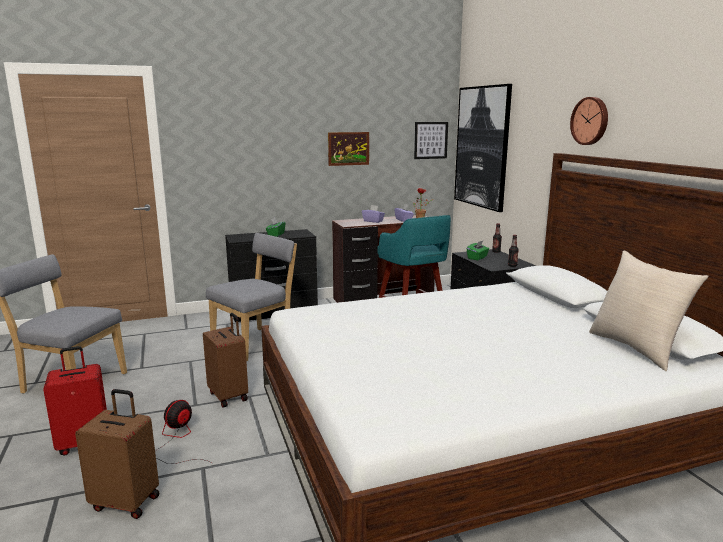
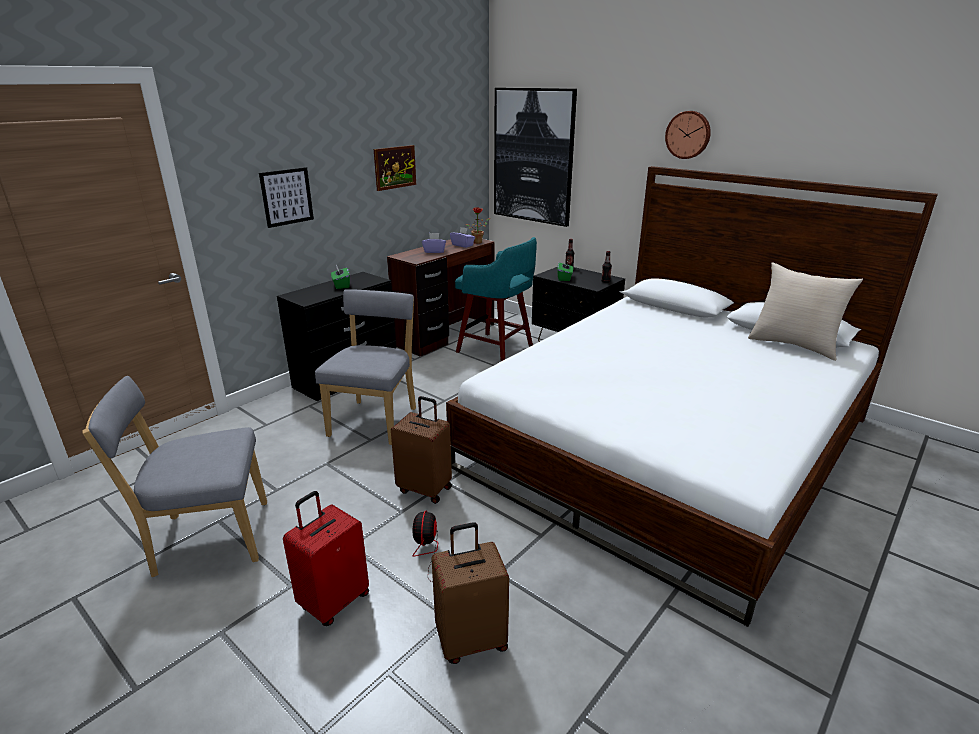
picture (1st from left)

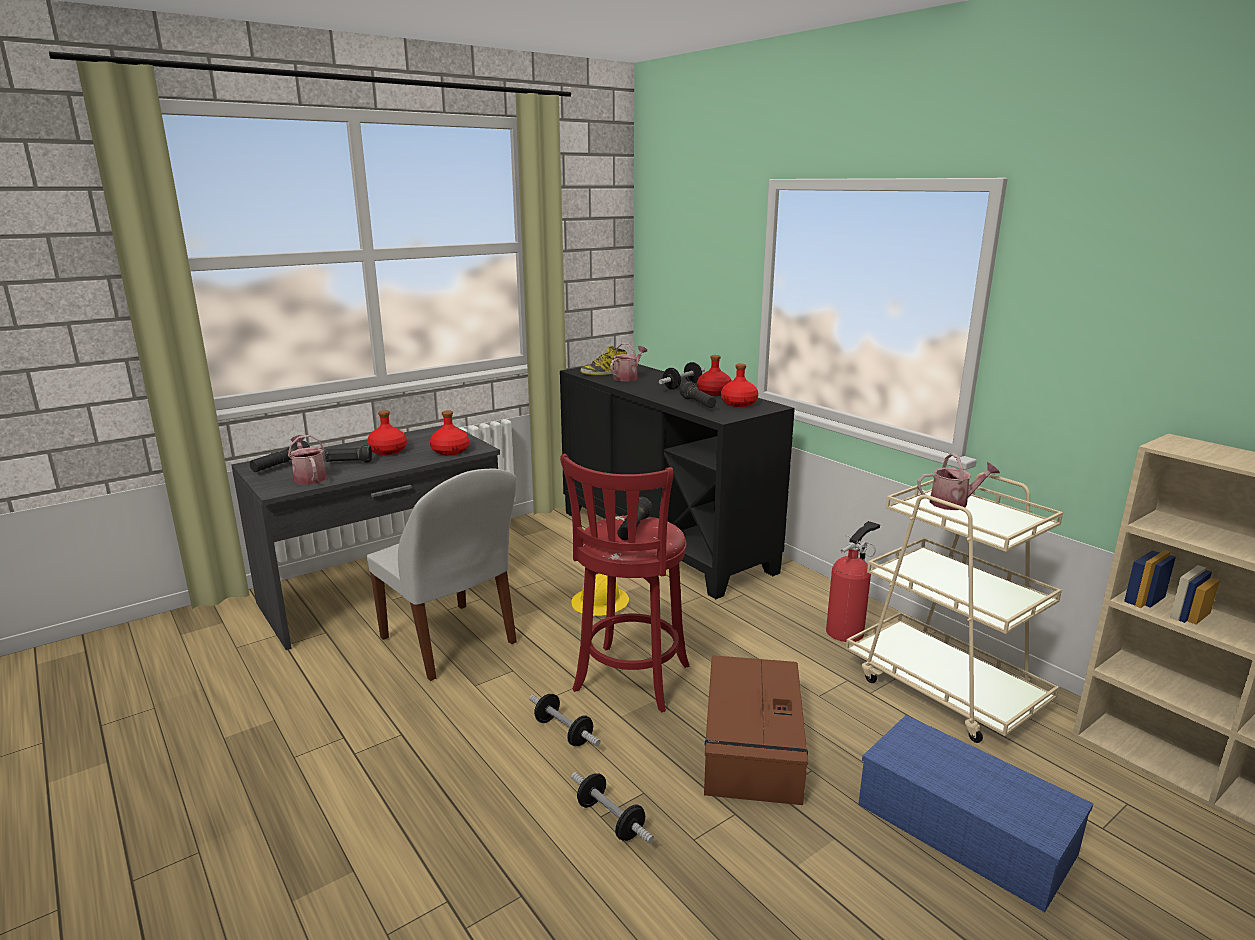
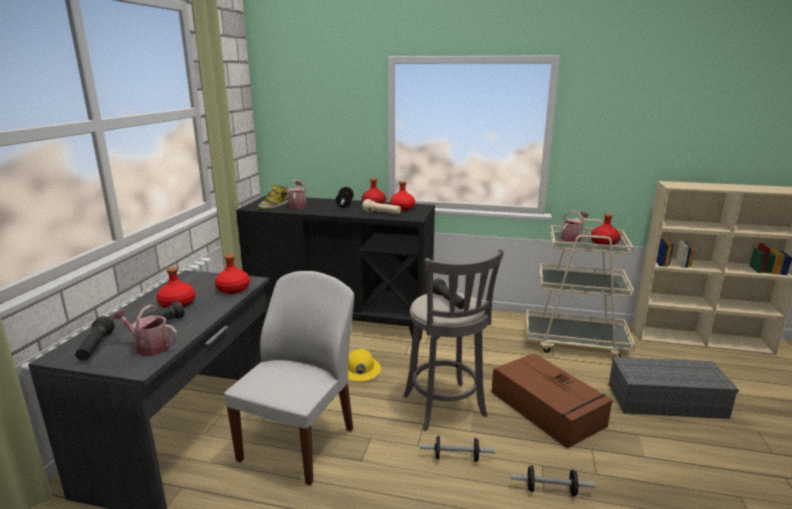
fire extinguisher
red bottle (5th from left)
grey stool
beige flashlight
grey storage box
white chair

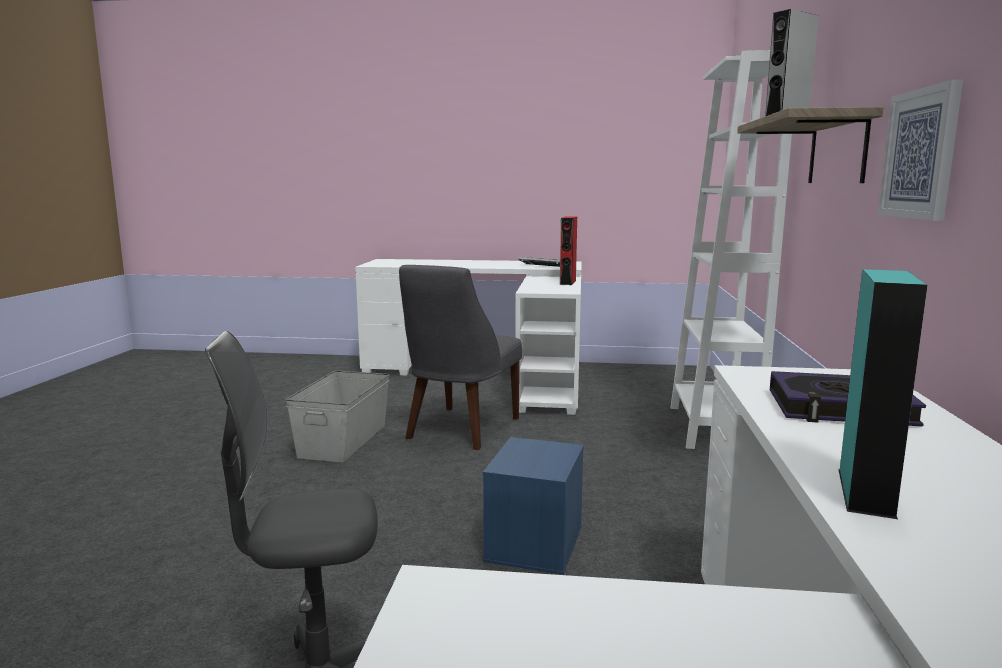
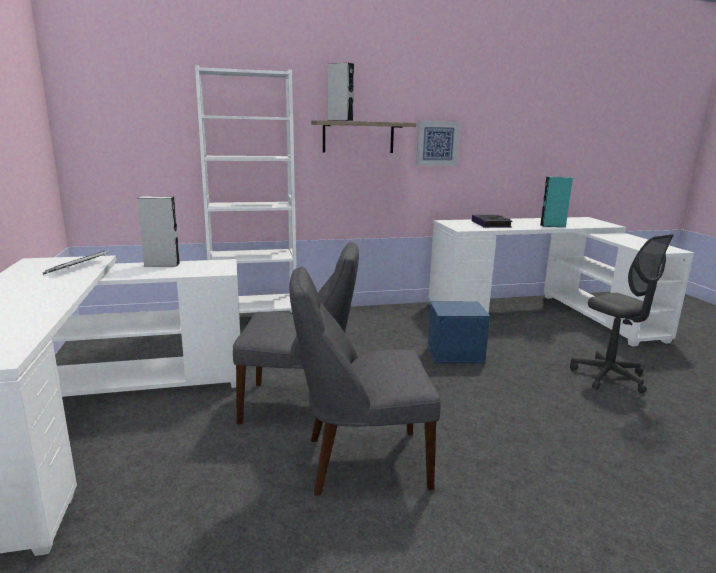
grey chair (2nd from left)
grey speaker (1st from left)

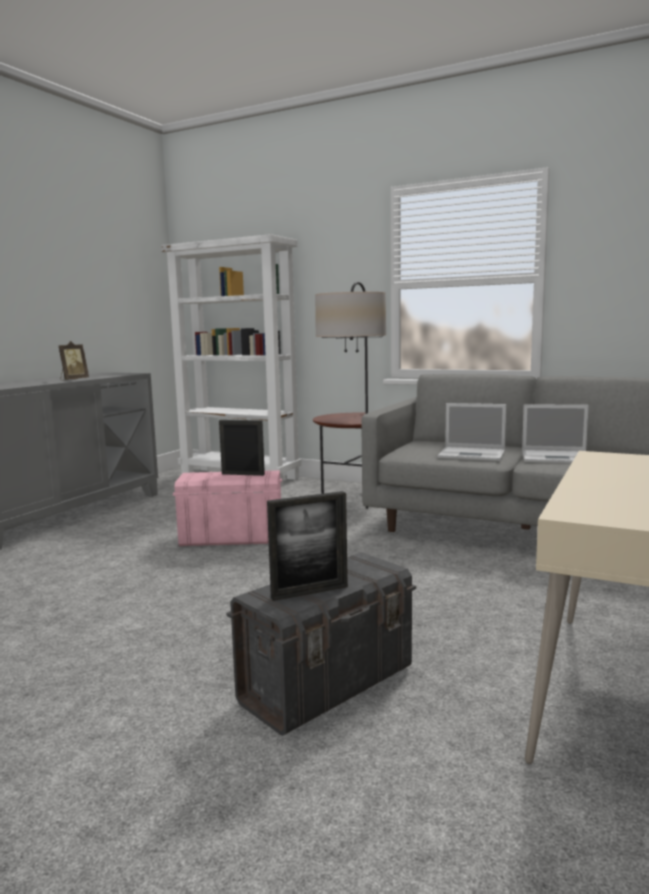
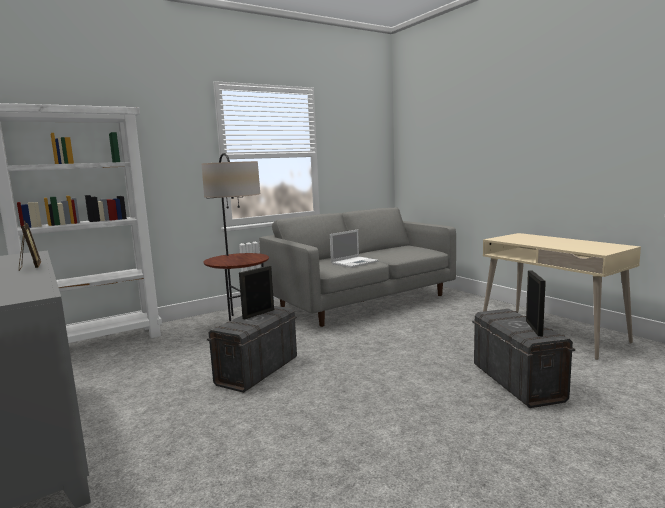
laptop (2nd from left in the first image)
grey storage box (1st from left)

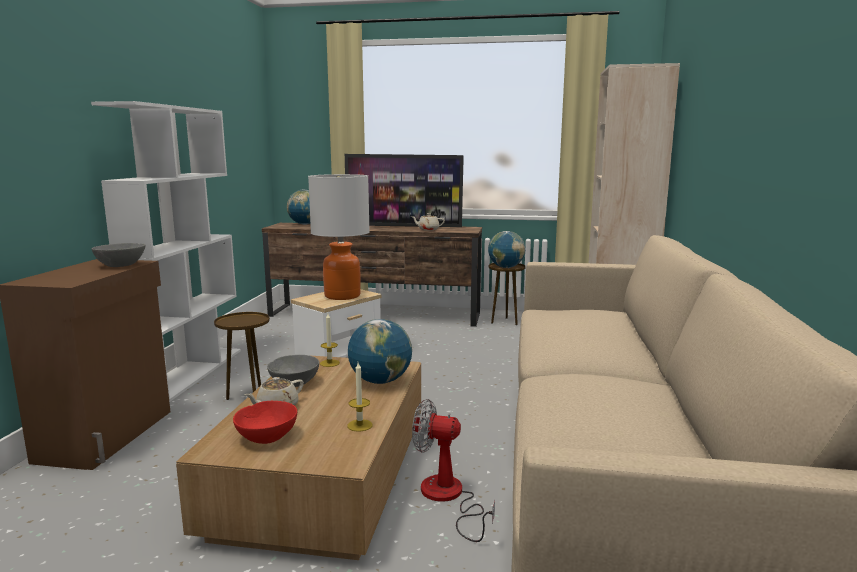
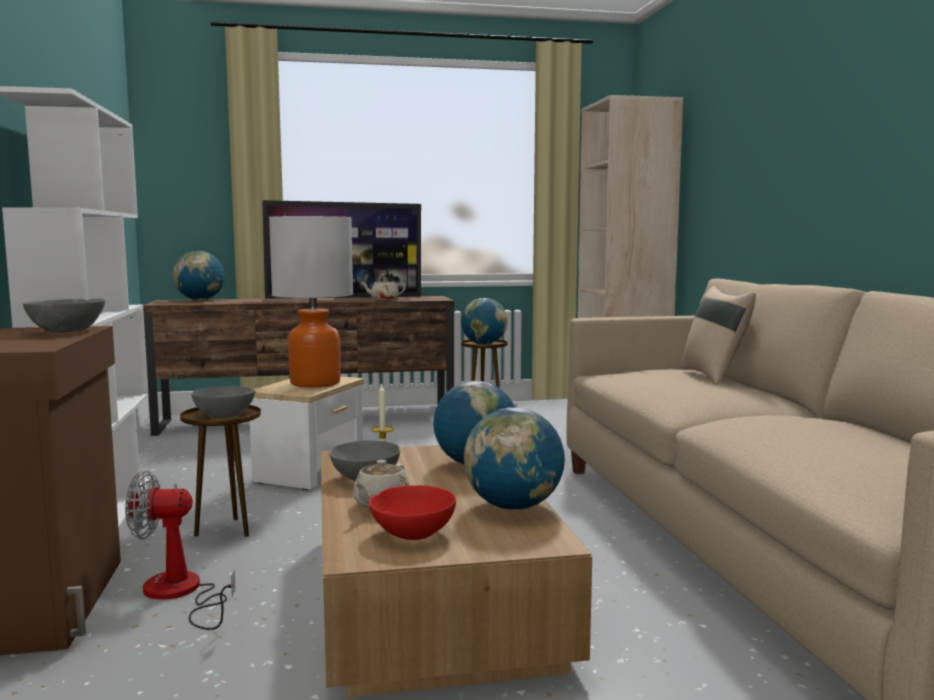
grey bowl (2nd from left)
beige pillow
fan
globe (4th from left)

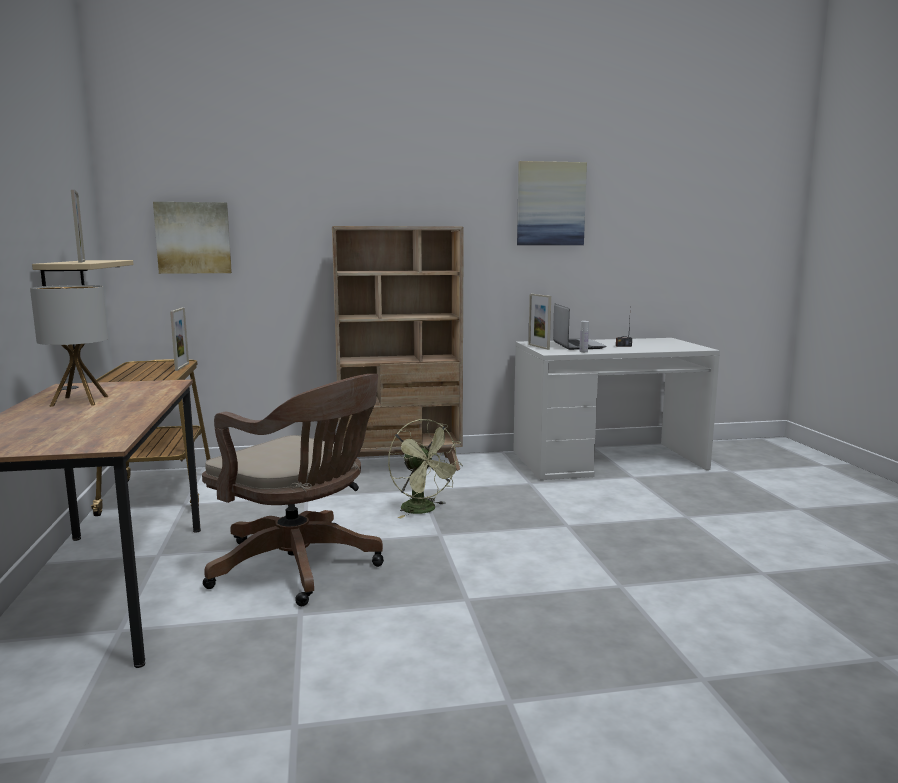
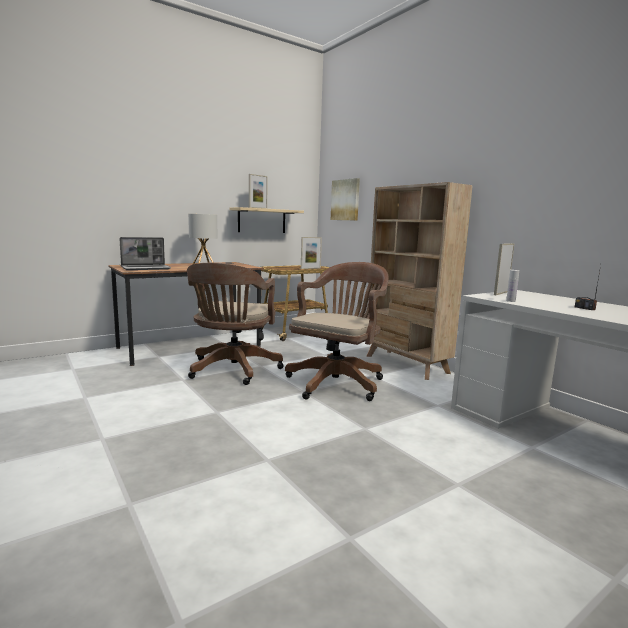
picture (2nd from left in the first image)
laptop
brown office chair (2nd from left)

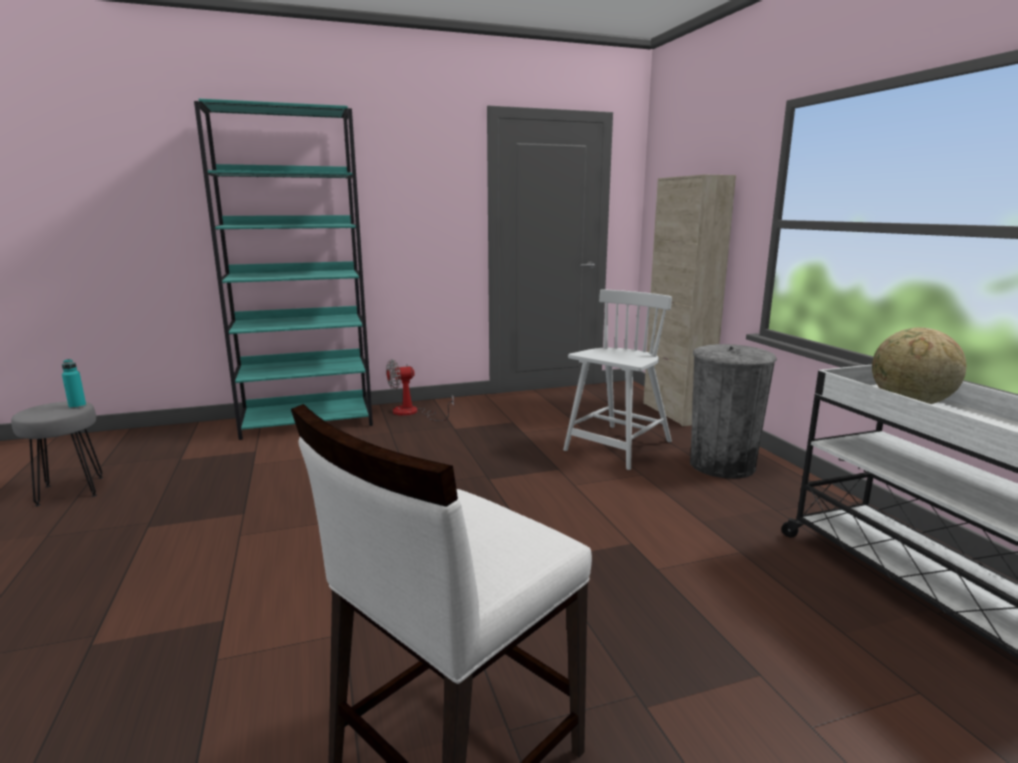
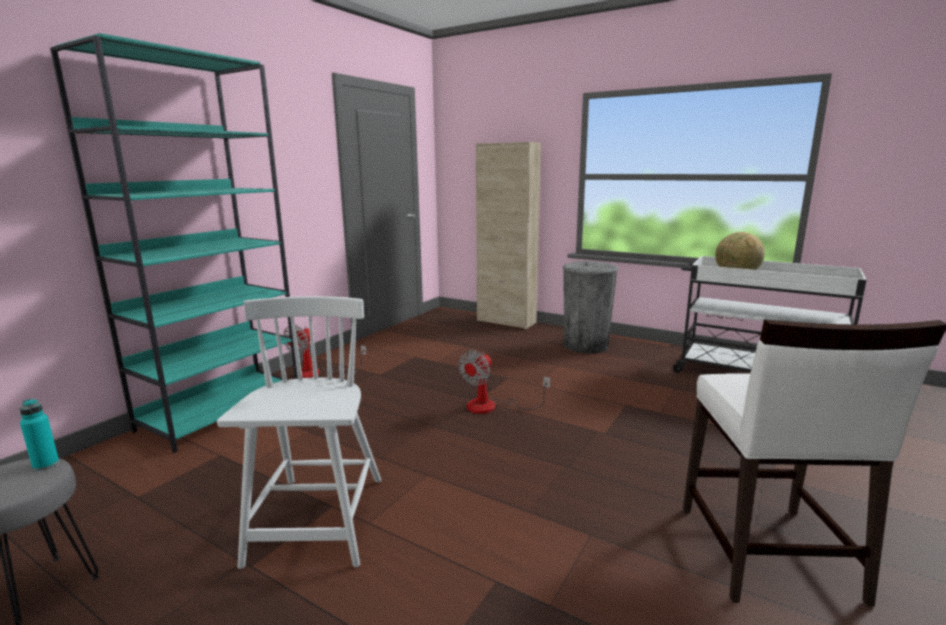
fan (2nd from left)
white chair (1st from left)

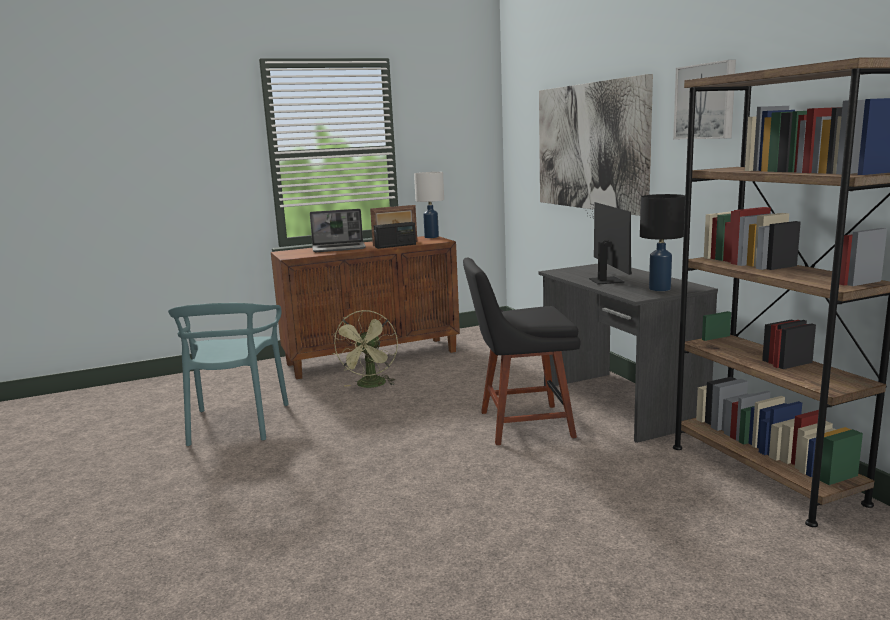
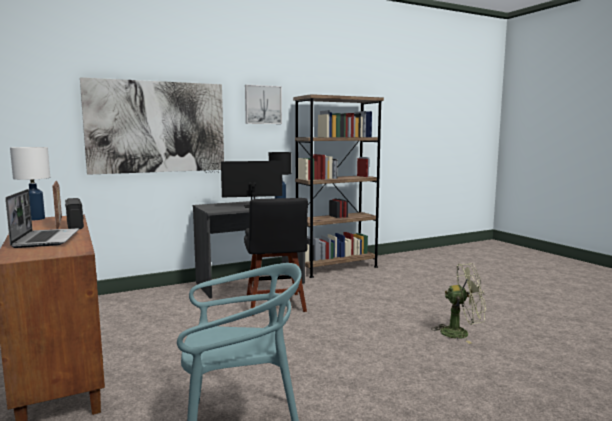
green fan

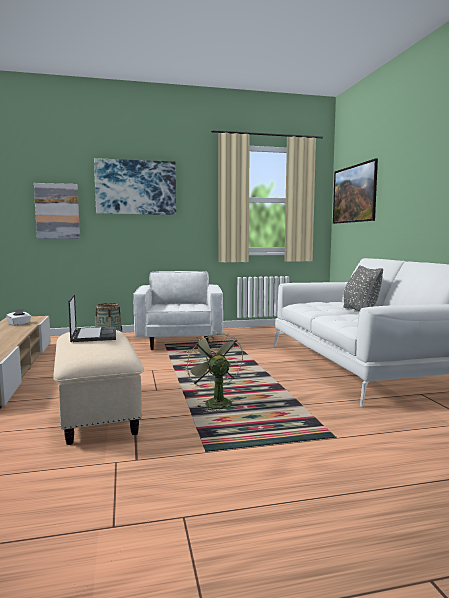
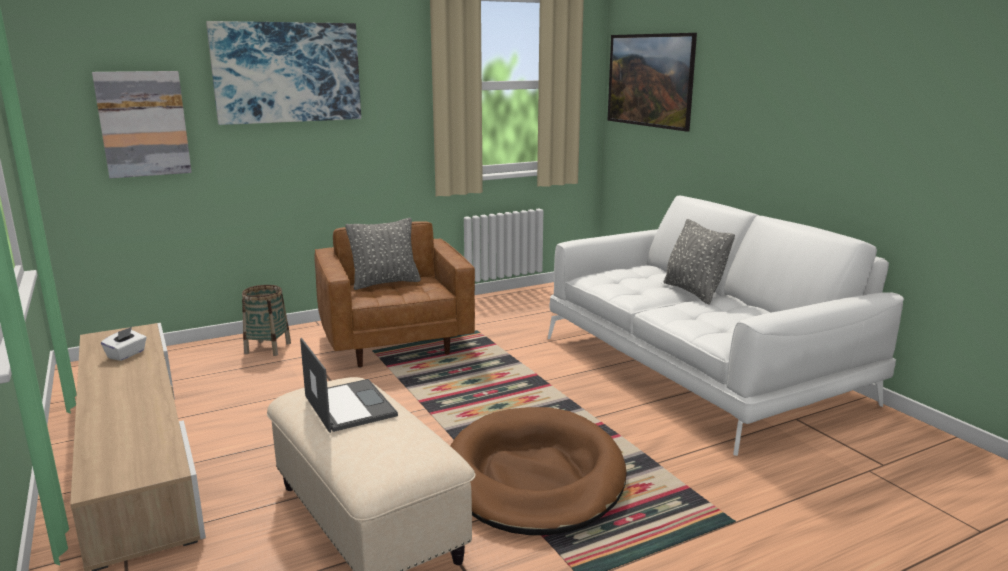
grey pillow (1st from left)
brown dog bed
brown armchair

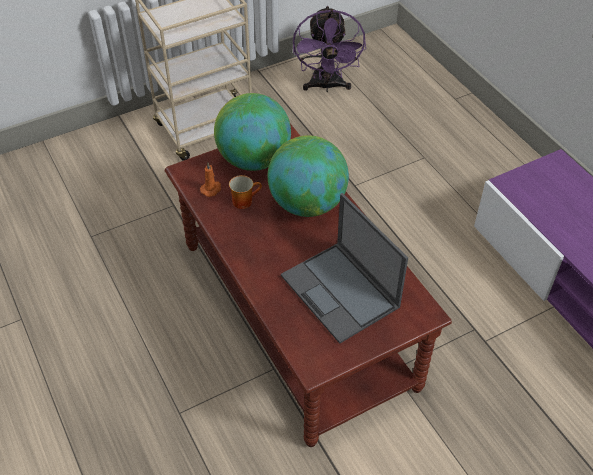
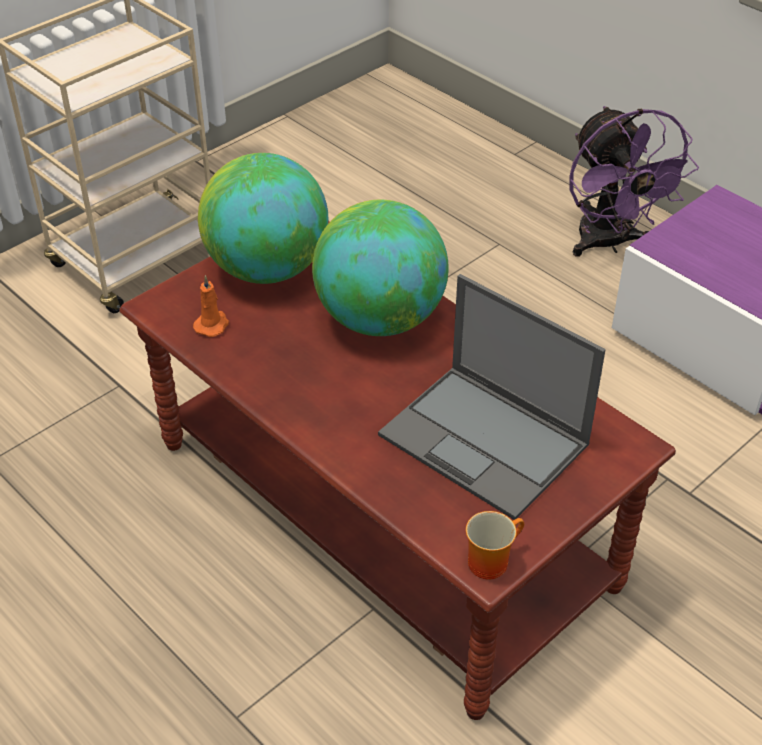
mug
purple fan

